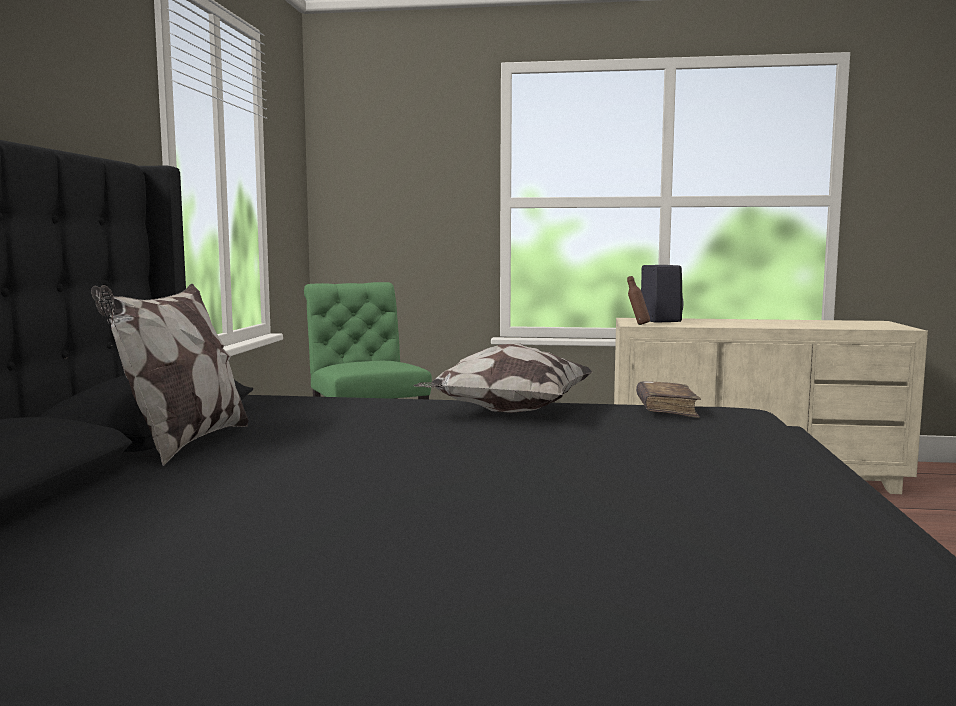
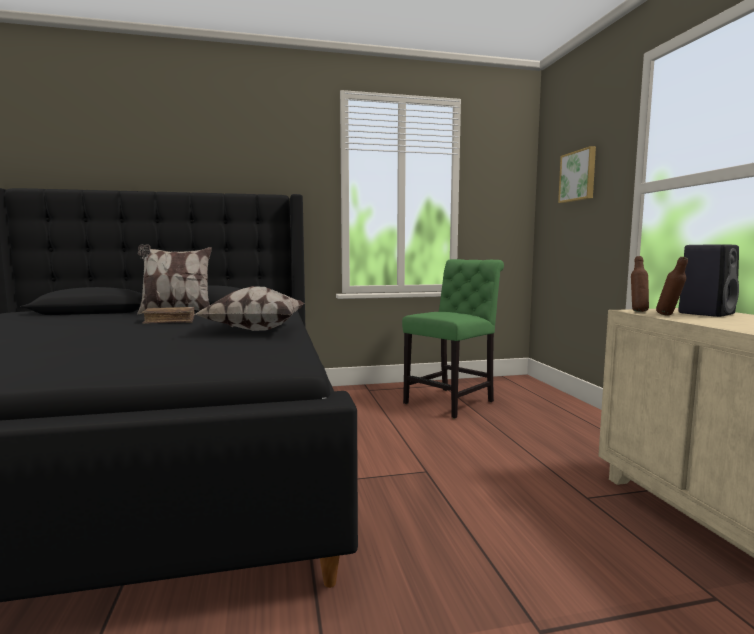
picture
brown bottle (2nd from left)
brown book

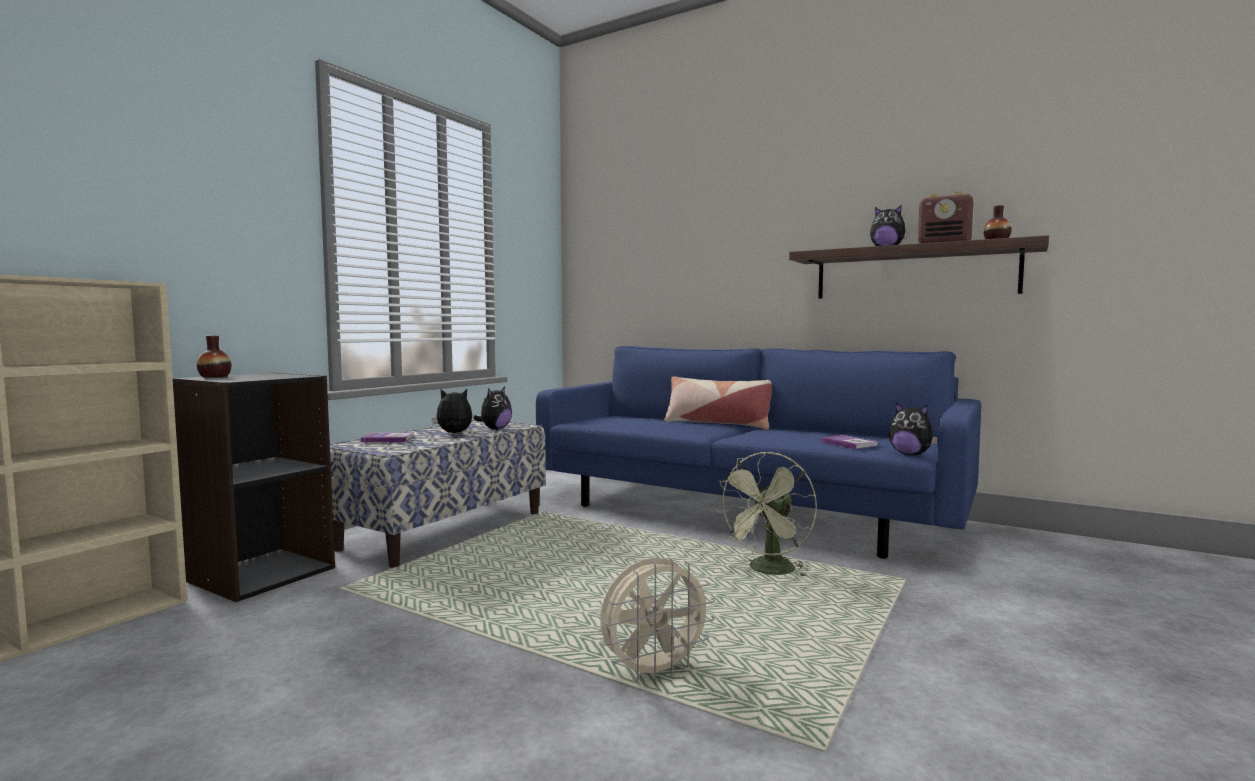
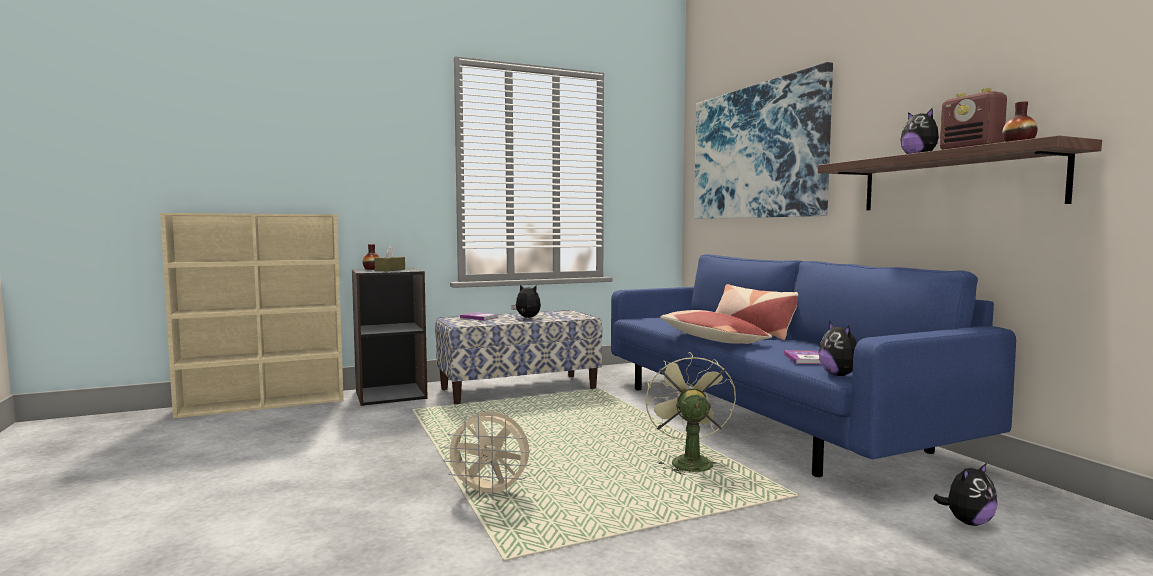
brown tissue box
pillow (1st from left)
picture
plush toy (4th from left)
green fan

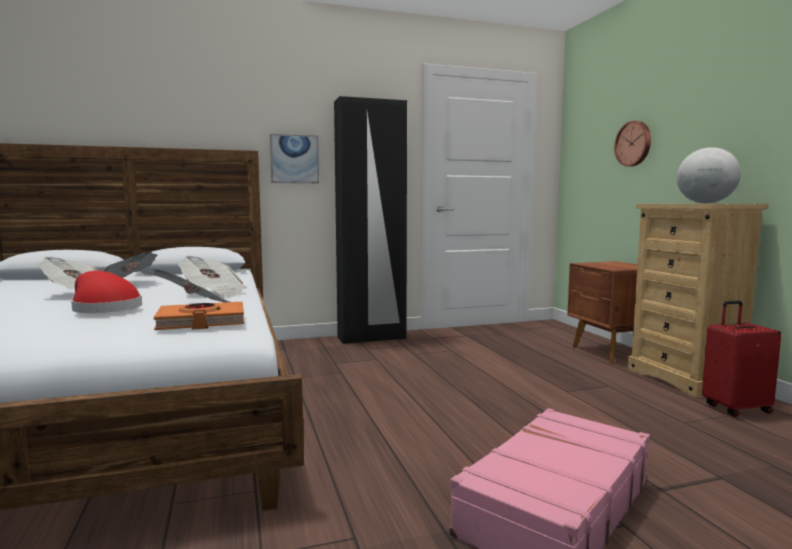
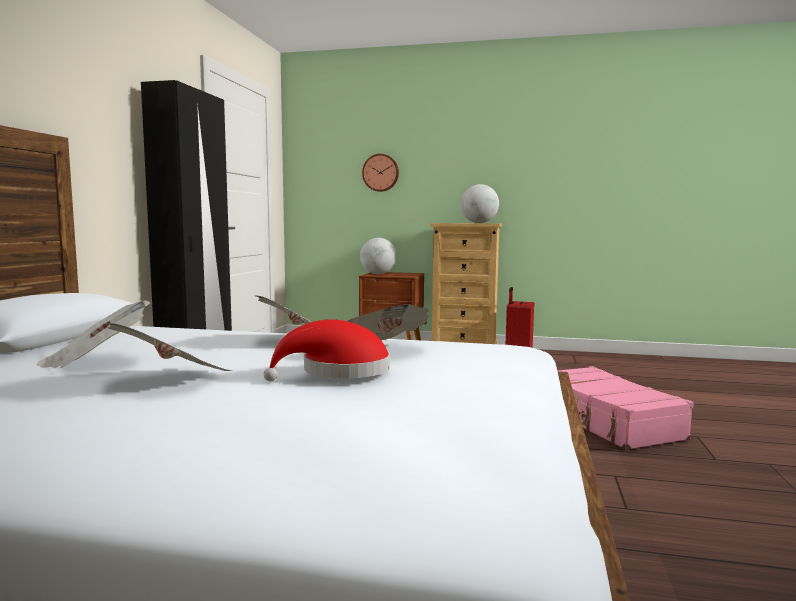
orange book
picture
globe (1st from left)

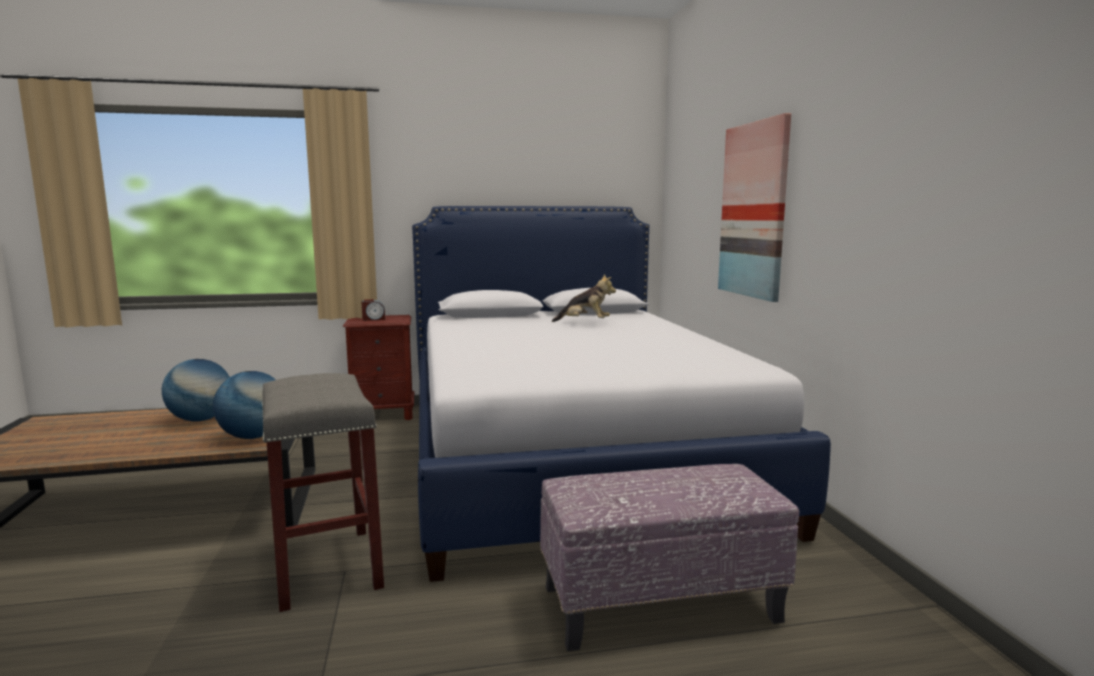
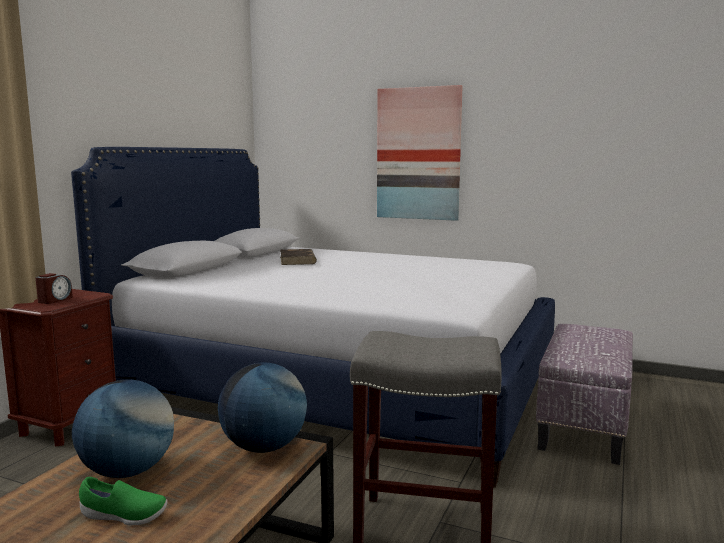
green shoe
brown book

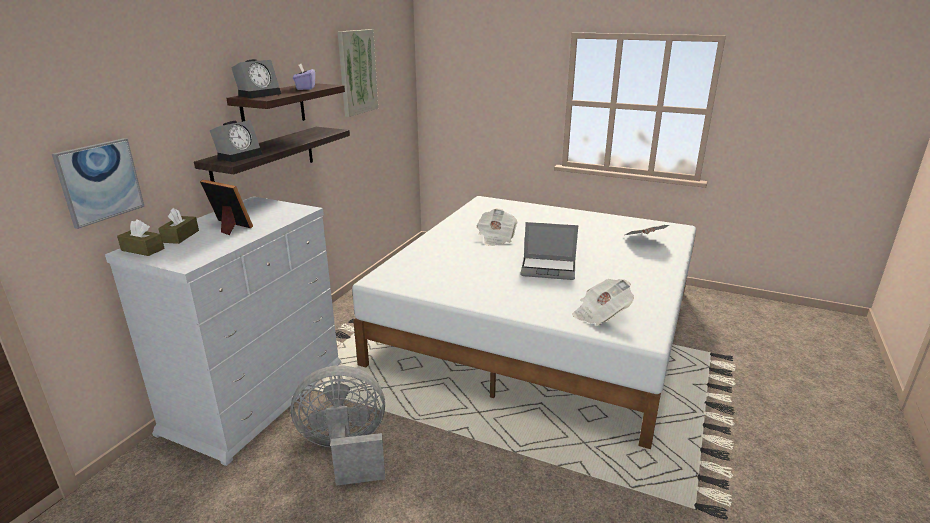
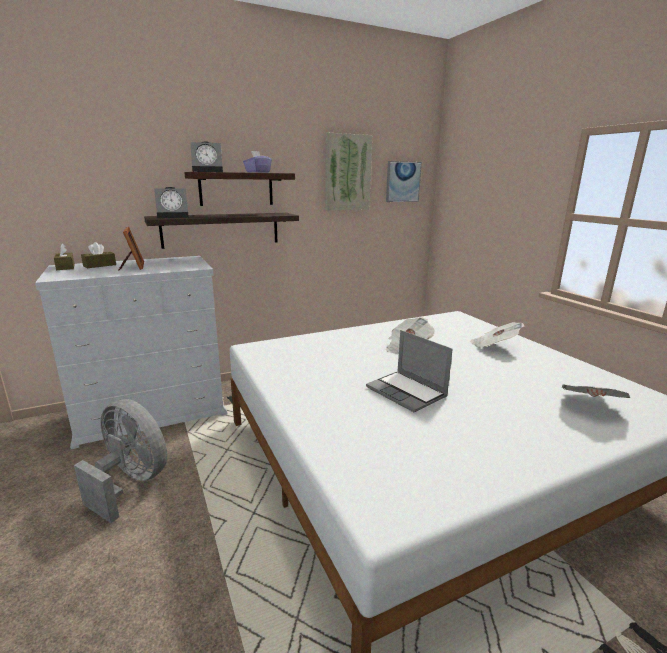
picture (2nd from left)
newspaper (2nd from left)

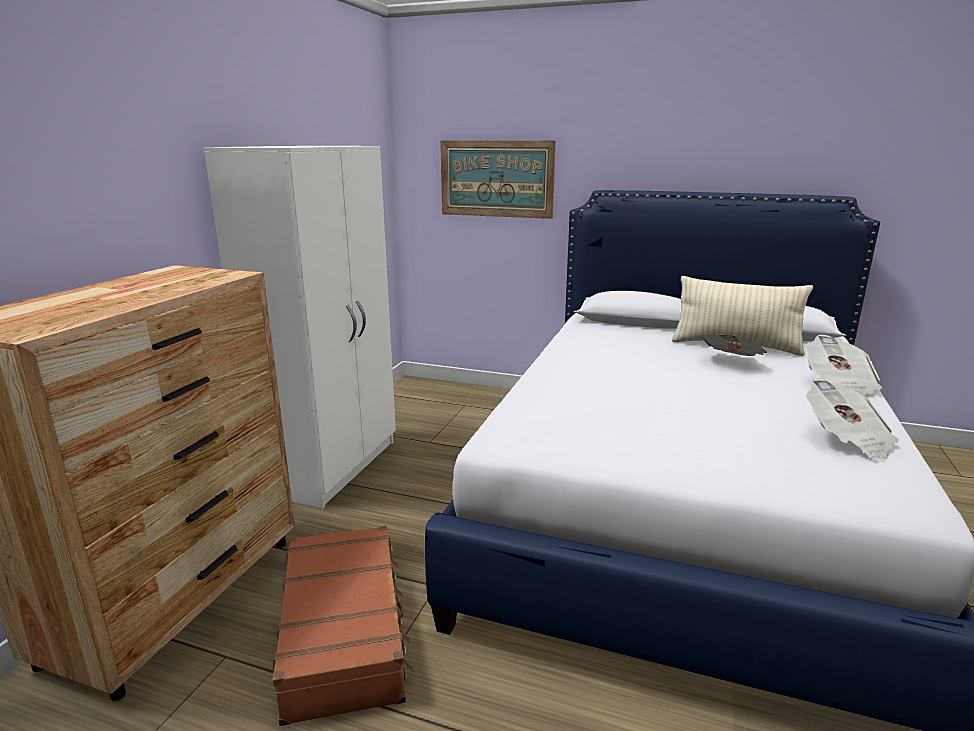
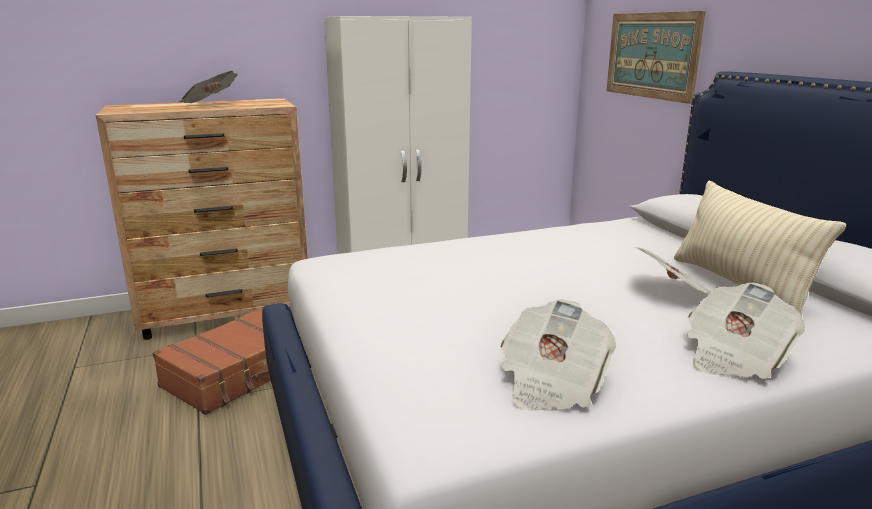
newspaper (1st from left)

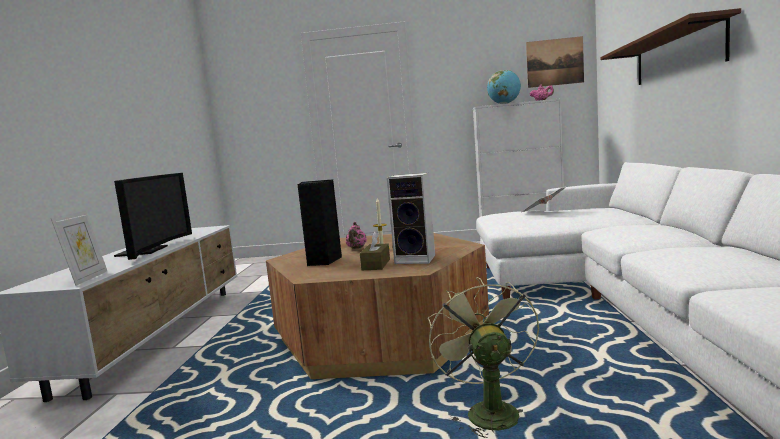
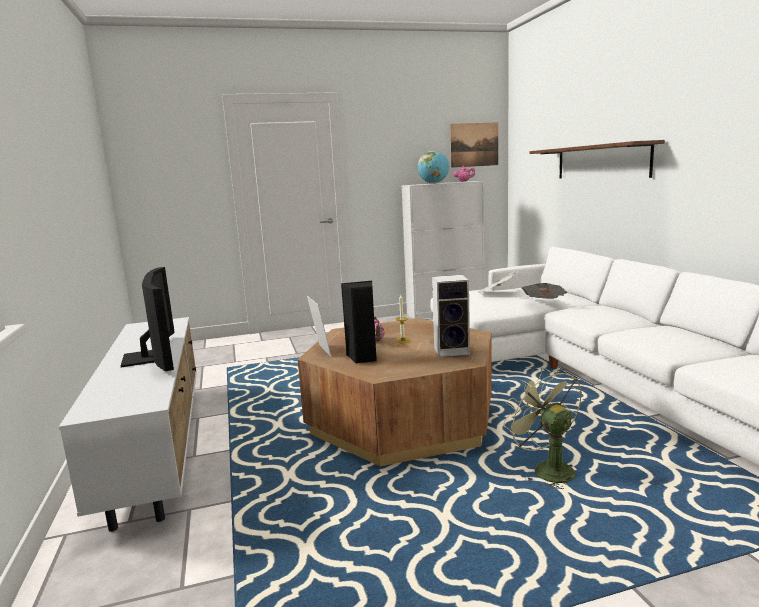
brown tissue box
newspaper (2nd from left)
picture frame

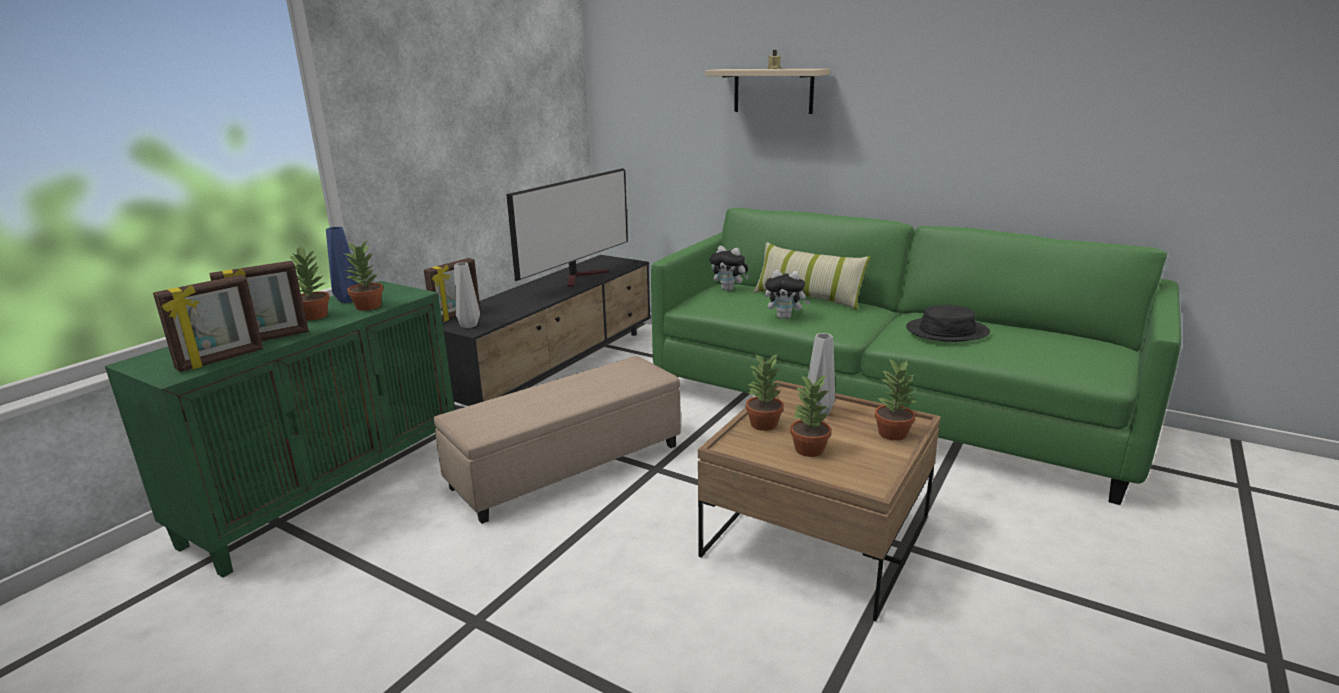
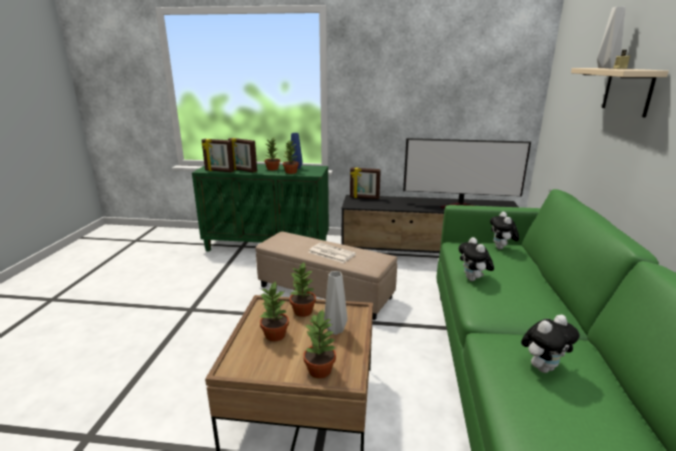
pillow
newspaper
grey vase (2nd from left)
plush toy (3rd from left)

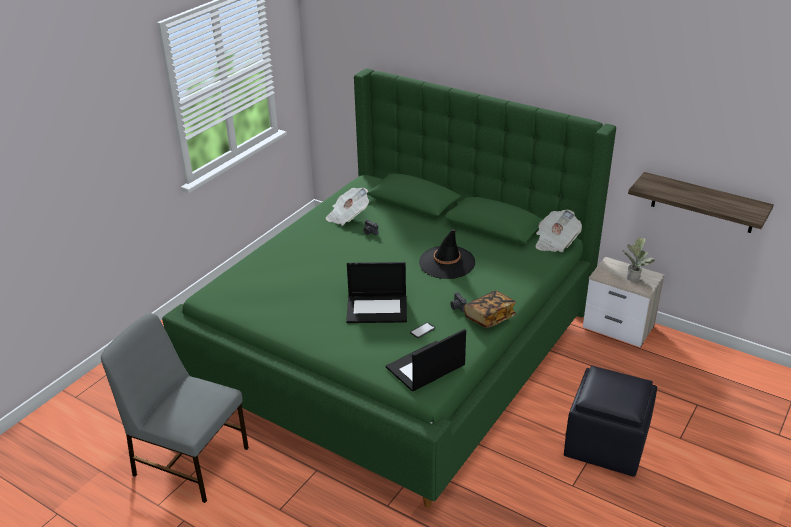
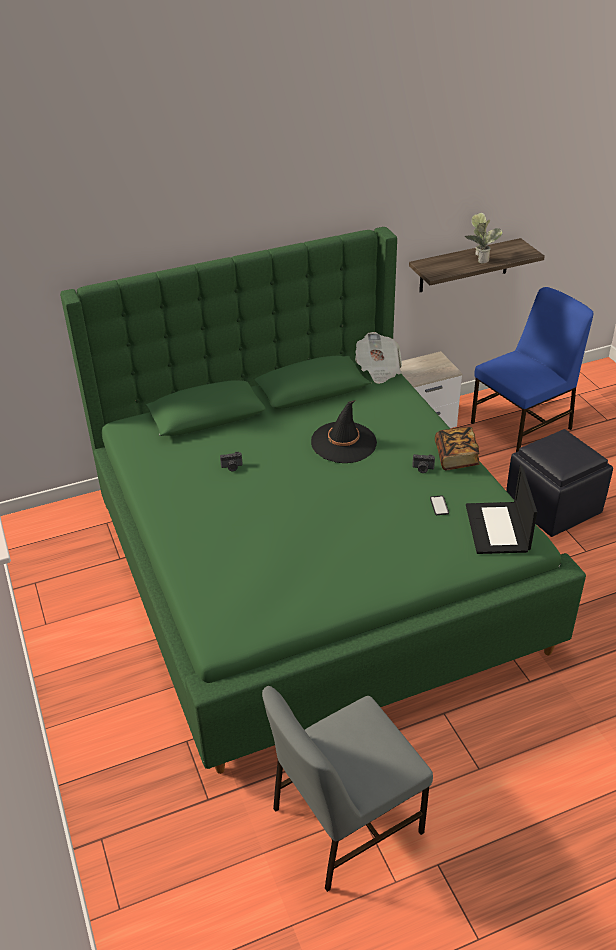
newspaper (1st from left in the first image)
laptop (1st from left in the first image)
blue chair
potted plant

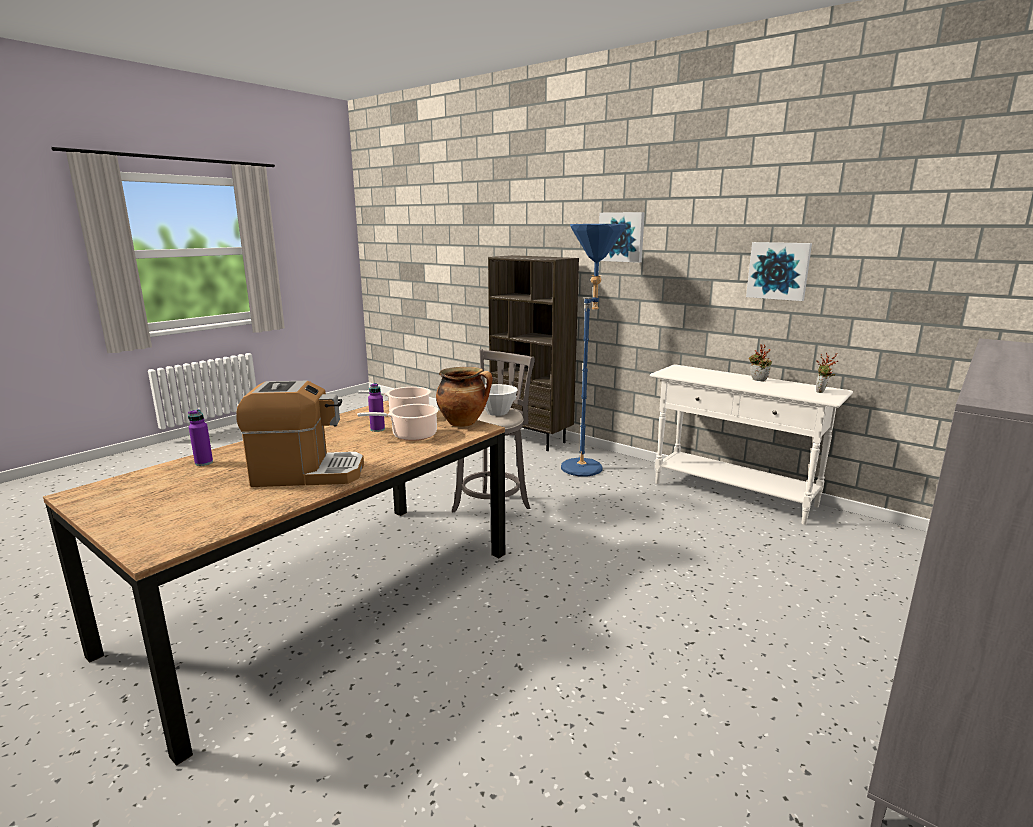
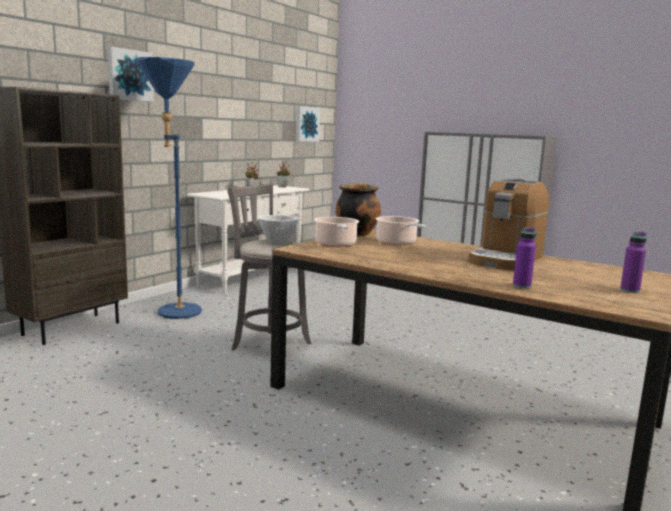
purple bottle (2nd from left)
picture (2nd from left)
coffee machine

